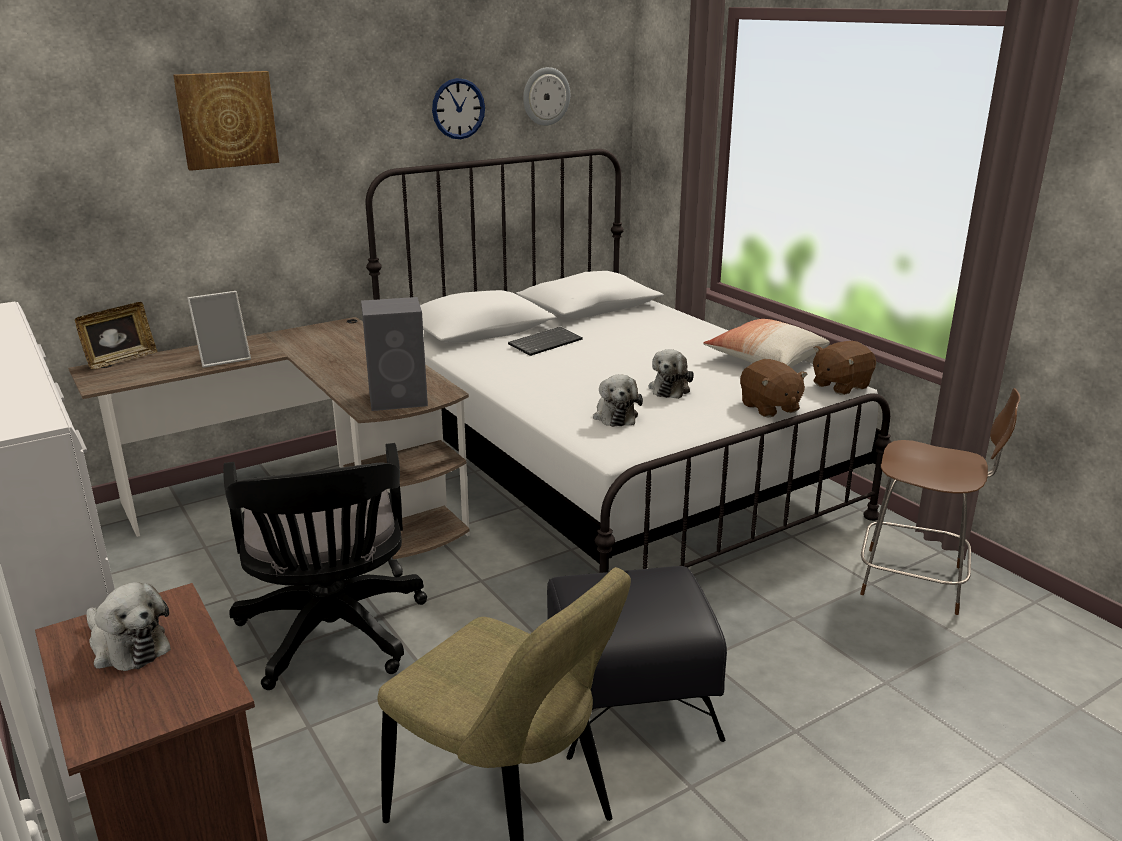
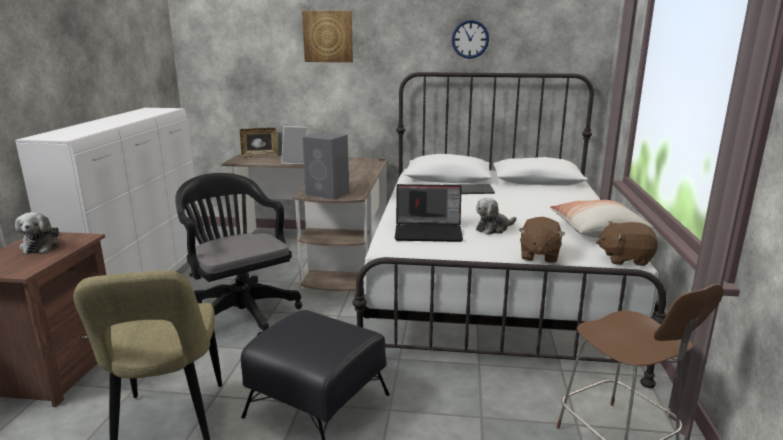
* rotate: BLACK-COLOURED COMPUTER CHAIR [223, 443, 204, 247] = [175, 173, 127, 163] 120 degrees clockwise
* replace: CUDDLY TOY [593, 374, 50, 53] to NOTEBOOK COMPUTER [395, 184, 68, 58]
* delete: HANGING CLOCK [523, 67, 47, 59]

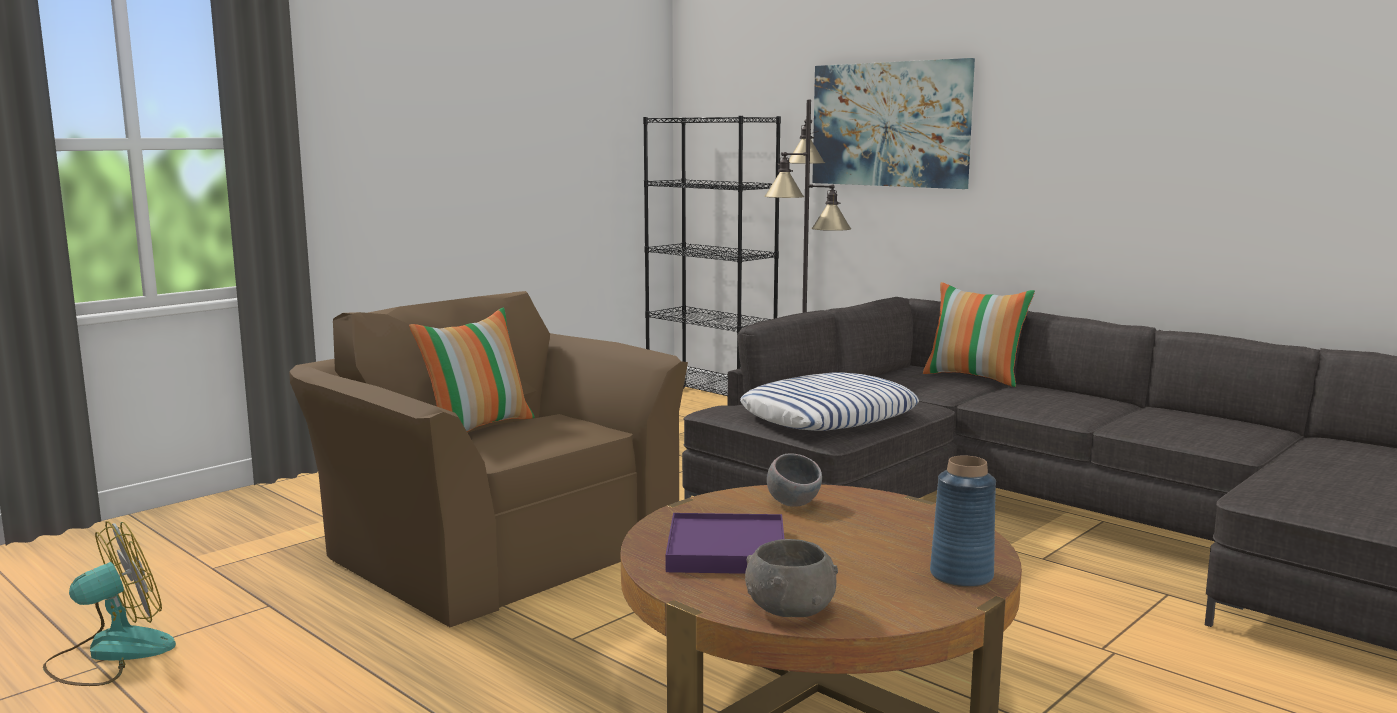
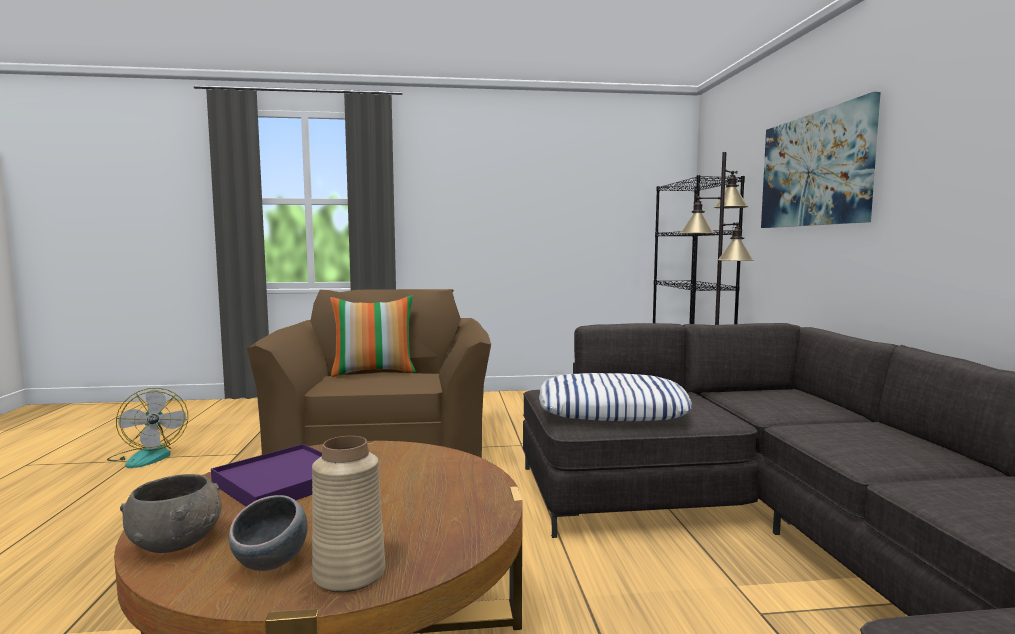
* rotate: FAN [43, 521, 133, 165] = [107, 388, 81, 80] 60 degrees clockwise
* move: GRAY SERVING BOWL [767, 453, 55, 54] to [229, 495, 79, 76]
* recolor: BLUE-COLOURED DECORATIVE VASE [930, 455, 66, 133] to BEIGE DECORATIVE VASE [312, 436, 73, 157]
* delete: PILLOW [923, 282, 112, 105]

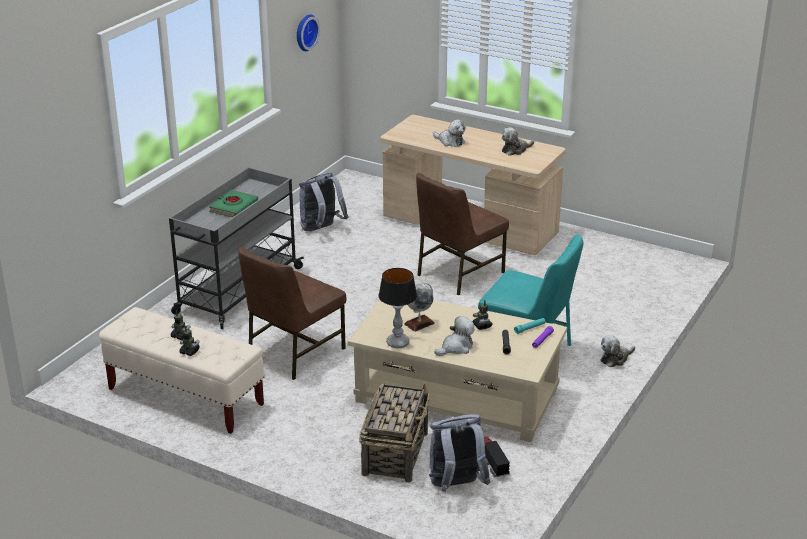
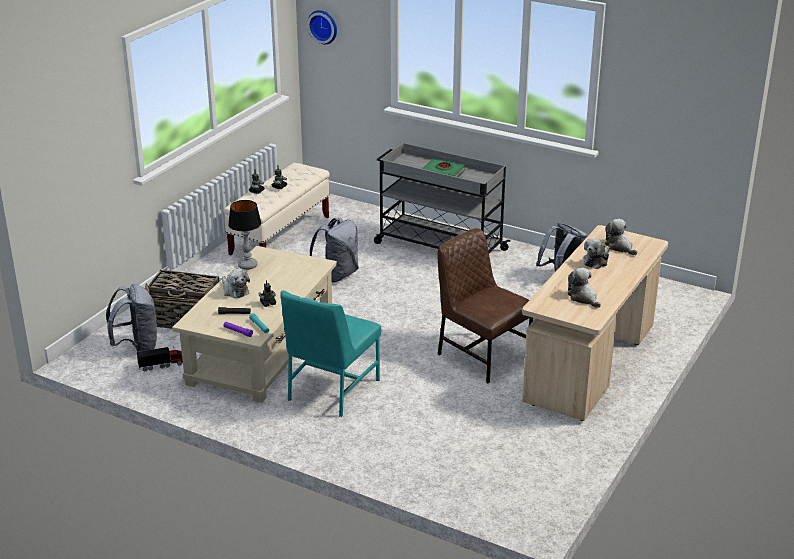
* move: HANGING CLOCK [297, 14, 23, 37] to [307, 10, 30, 34]
* replace: BROWN UPRIGHT CHAIR [238, 247, 108, 133] to GRAY RUCKSACK [310, 218, 49, 64]
* move: CUDDLY TOY [601, 336, 34, 31] to [605, 219, 32, 36]
* delete: WORLD GLOBE [404, 282, 31, 50]

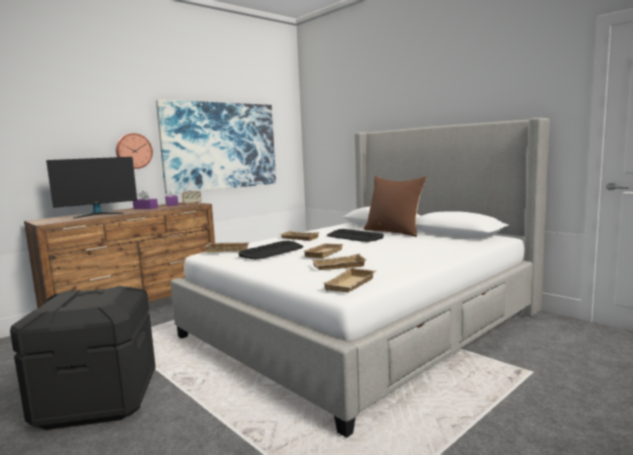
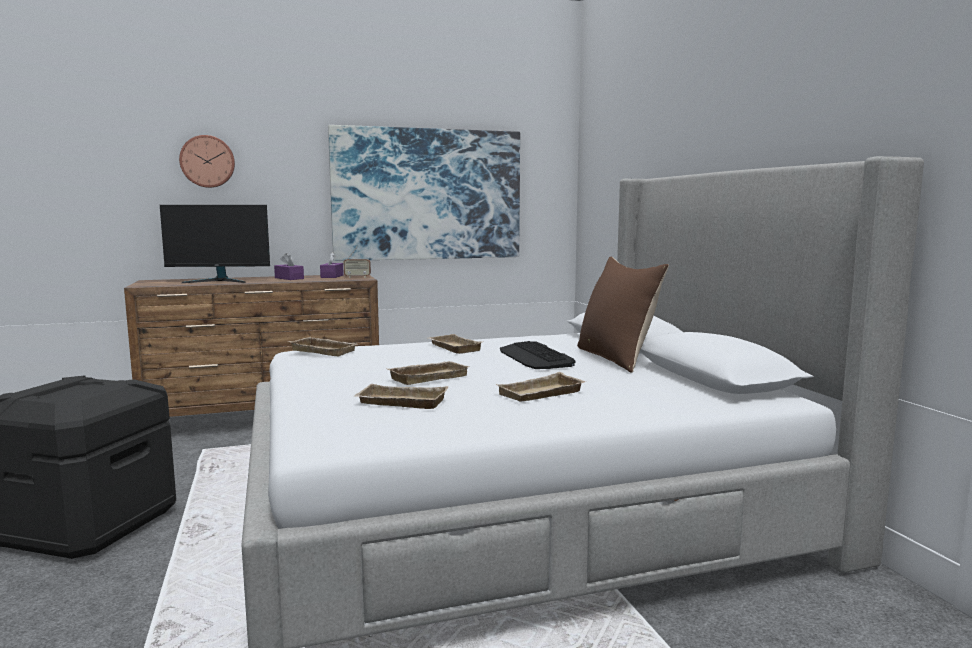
* move: HANGING CLOCK [116, 133, 37, 36] to [179, 135, 56, 53]
* move: BEIGE CARRYING TRAY [324, 267, 52, 25] to [497, 372, 89, 30]
* delete: KEYBOARD [238, 241, 66, 19]

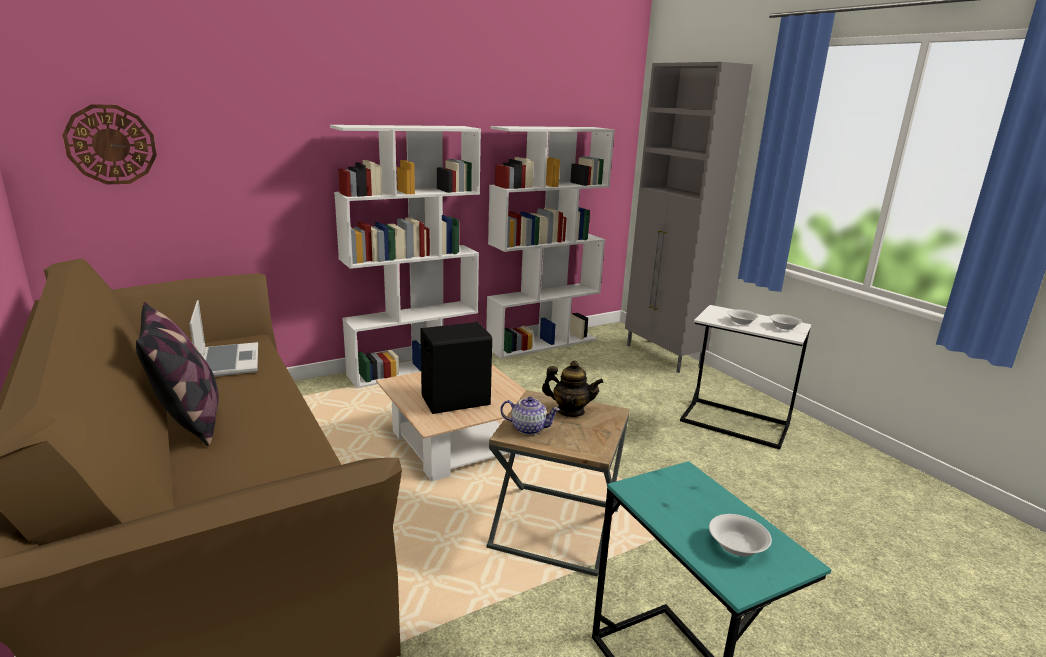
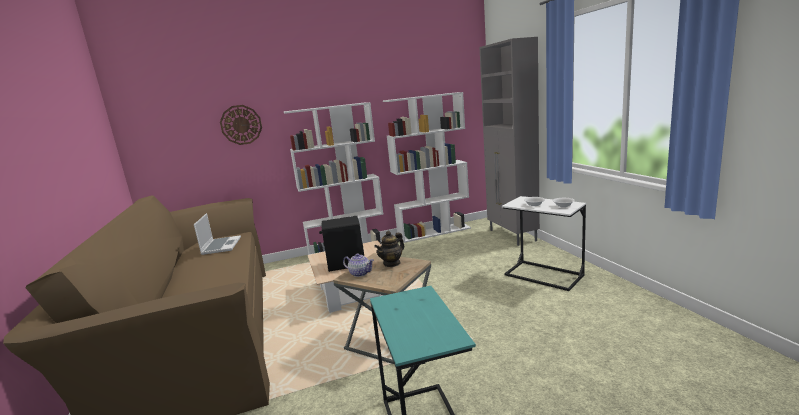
* move: HANGING CLOCK [62, 104, 95, 81] to [220, 105, 42, 40]
* rotate: POT FOR TEA [542, 360, 61, 57] = [374, 231, 30, 36] 105 degrees clockwise
* delete: PILLOW [136, 302, 83, 144]
* delete: WHITE-COLOURED SERVING BOWL [709, 514, 63, 43]

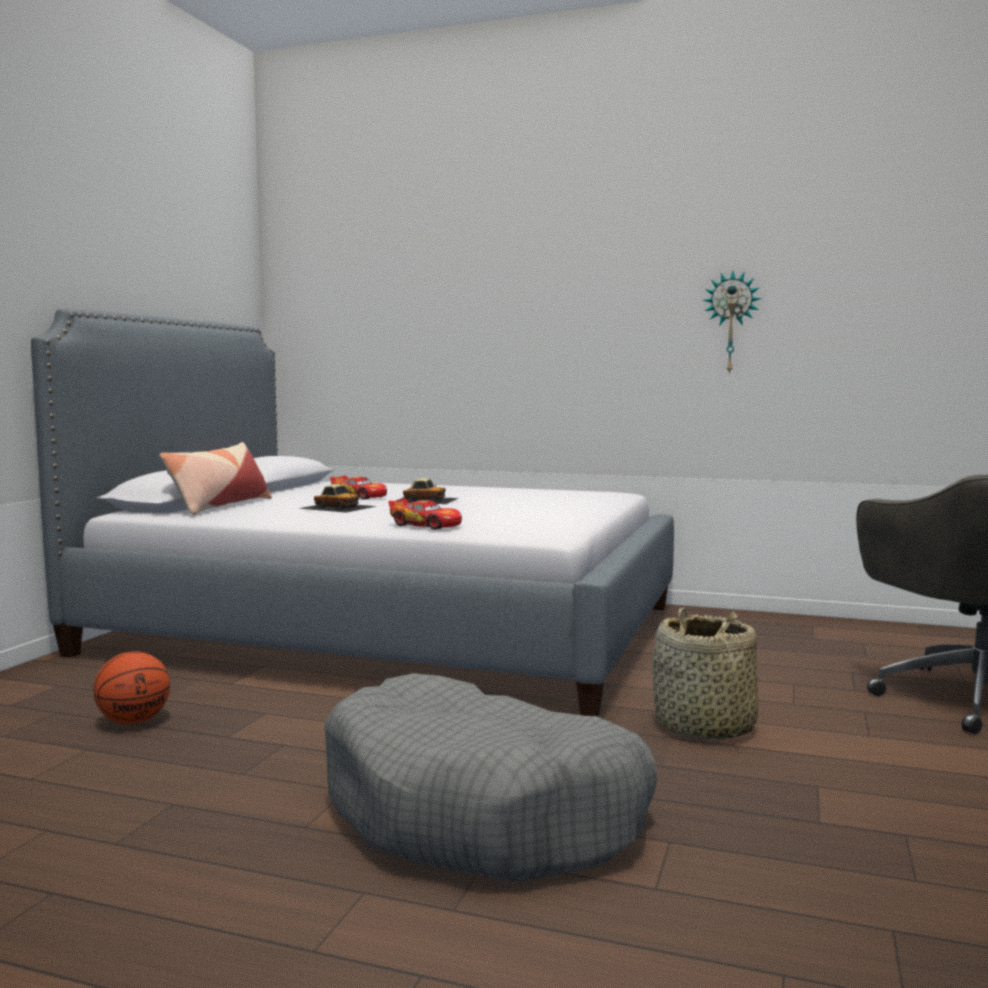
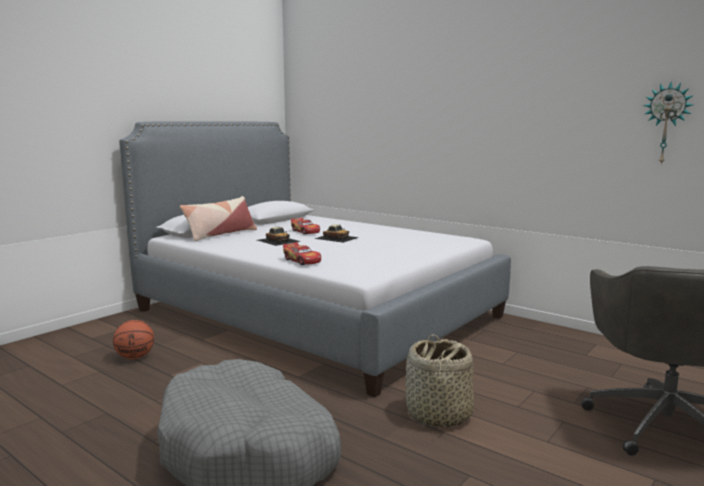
* move: HANGING CLOCK [703, 271, 59, 104] to [643, 82, 51, 83]

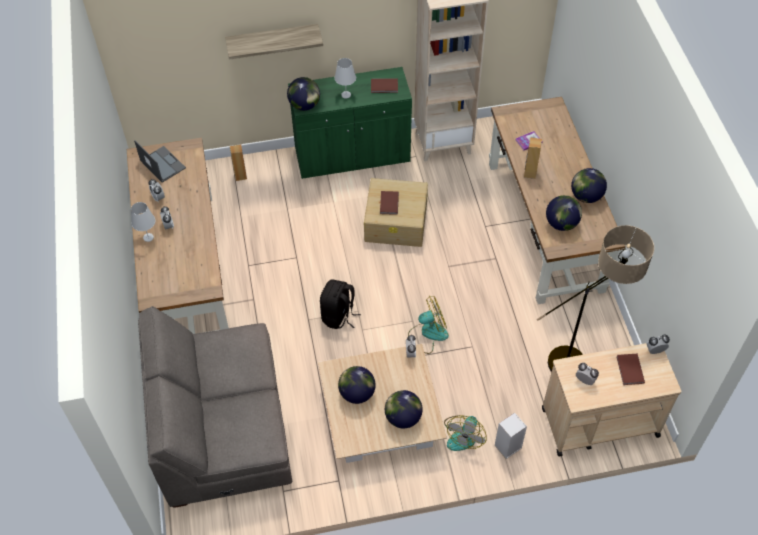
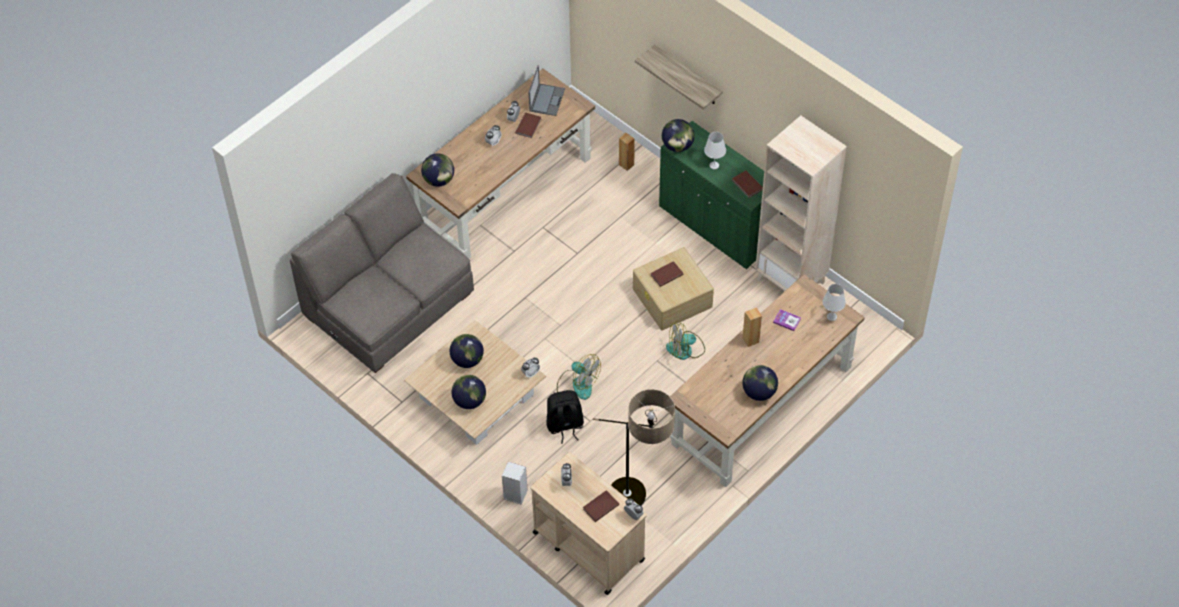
* move: WORLD GLOBE [546, 195, 36, 36] to [421, 154, 33, 33]
* insert: BROWN BOUND BOOK [515, 112, 26, 26]
* move: BLACK-COLOURED RUCKSACK [320, 279, 41, 50] to [546, 390, 38, 54]
* move: FAN [444, 415, 43, 36] to [666, 321, 39, 39]
* move: WHITE-COLOURED LAMP FOR A TABLE [131, 202, 24, 40] to [823, 284, 23, 37]

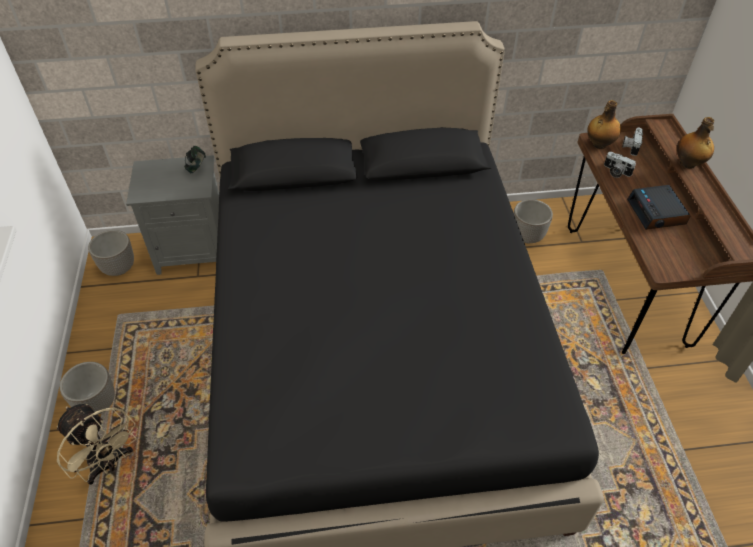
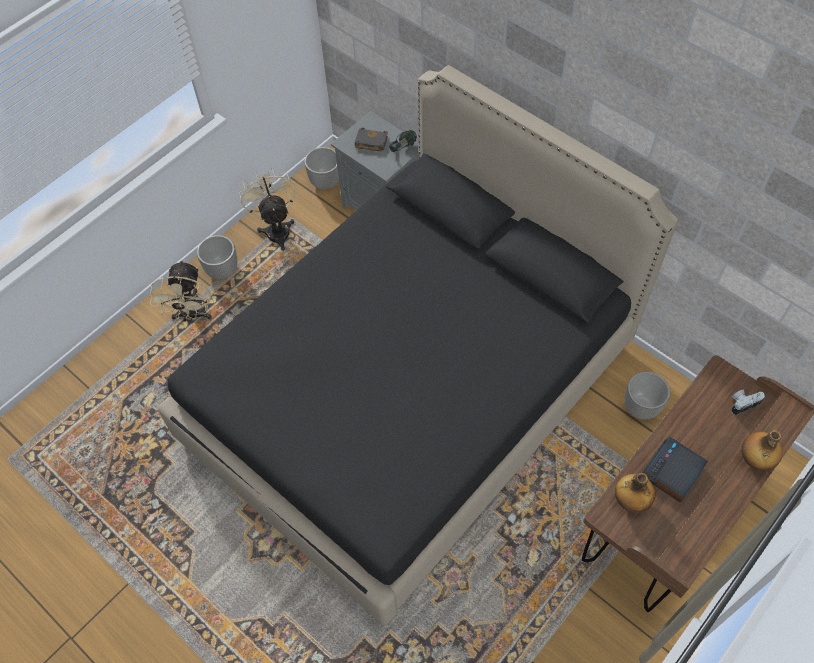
* insert: BEIGE FAN [239, 168, 57, 83]
* insert: BLACK-COLOURED BOUND BOOK [355, 128, 33, 24]
* move: DRINK BOTTLE [587, 100, 34, 49] to [615, 473, 41, 40]
* delete: PHOTO CAMERA [604, 152, 32, 26]

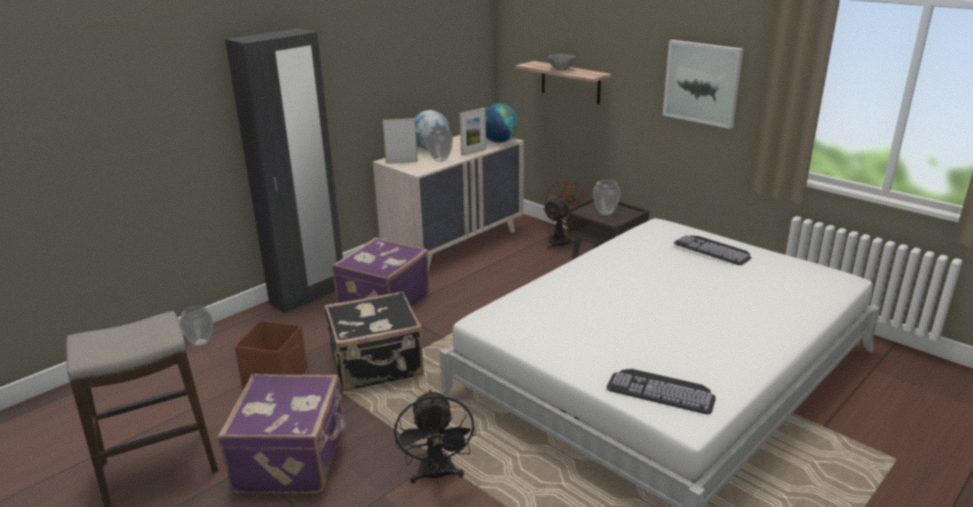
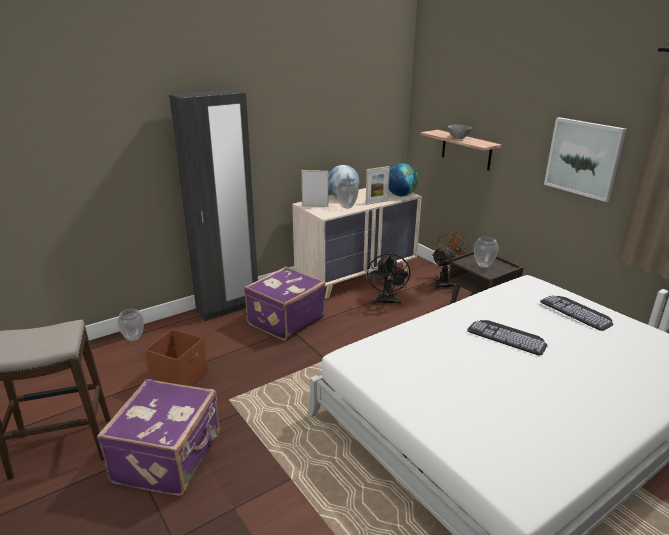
* move: BLACK-COLOURED FAN [394, 389, 82, 94] to [367, 253, 44, 53]
* move: KEYBOARD [606, 369, 110, 45] to [467, 320, 81, 35]
* delete: BLACK-COLOURED TRAVEL CASE [324, 290, 100, 101]

